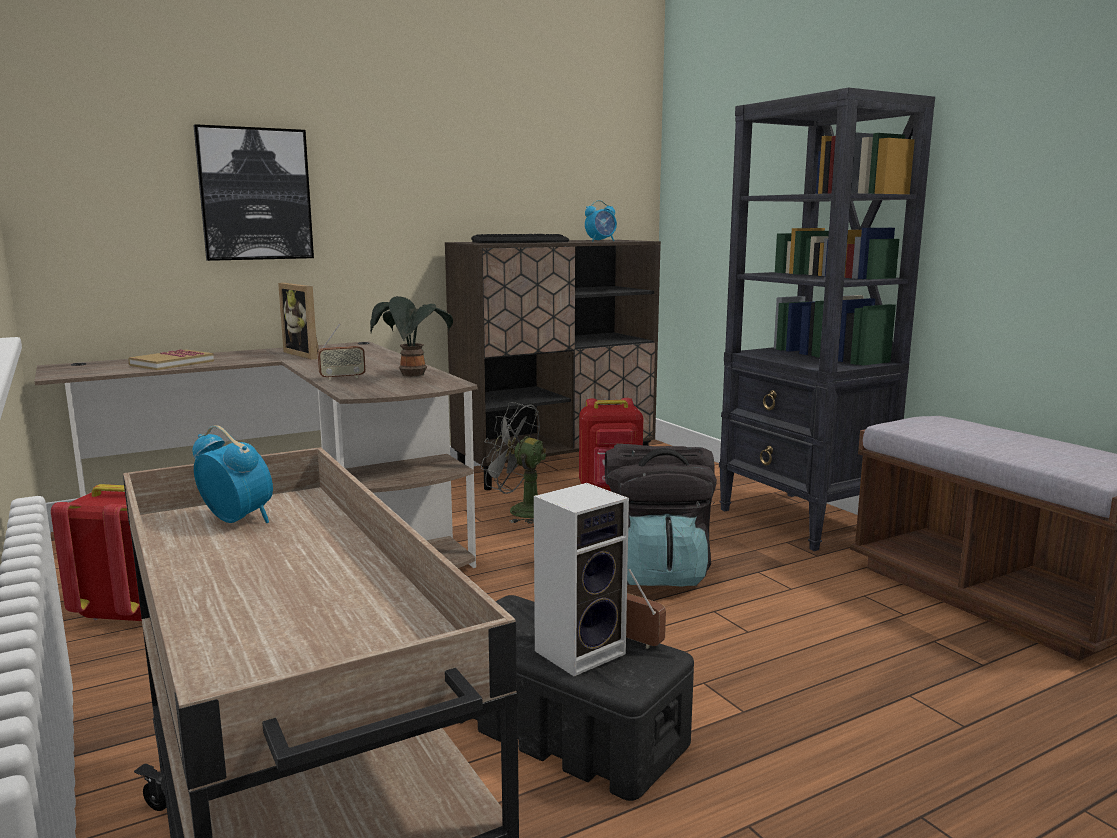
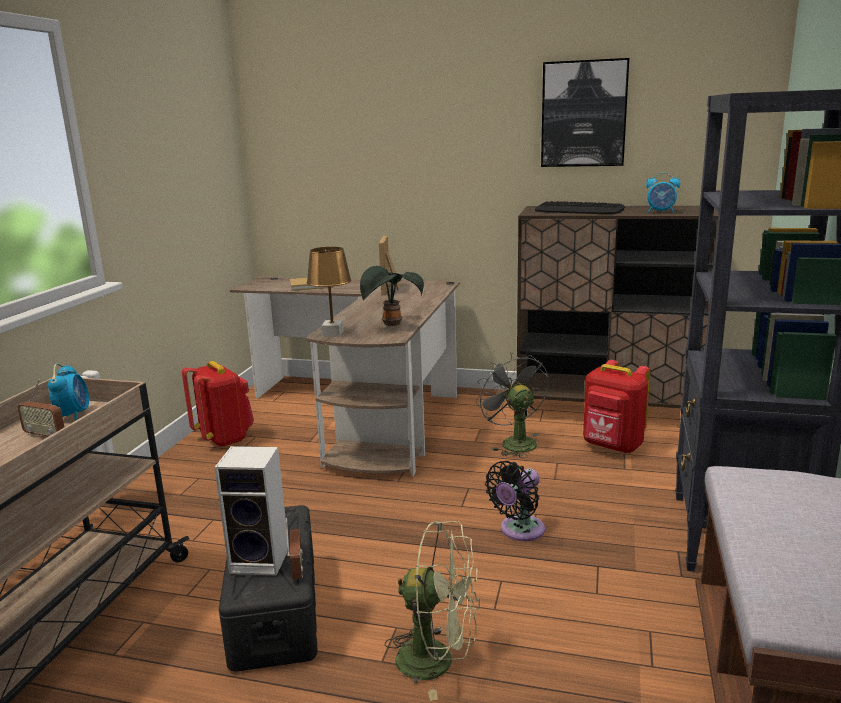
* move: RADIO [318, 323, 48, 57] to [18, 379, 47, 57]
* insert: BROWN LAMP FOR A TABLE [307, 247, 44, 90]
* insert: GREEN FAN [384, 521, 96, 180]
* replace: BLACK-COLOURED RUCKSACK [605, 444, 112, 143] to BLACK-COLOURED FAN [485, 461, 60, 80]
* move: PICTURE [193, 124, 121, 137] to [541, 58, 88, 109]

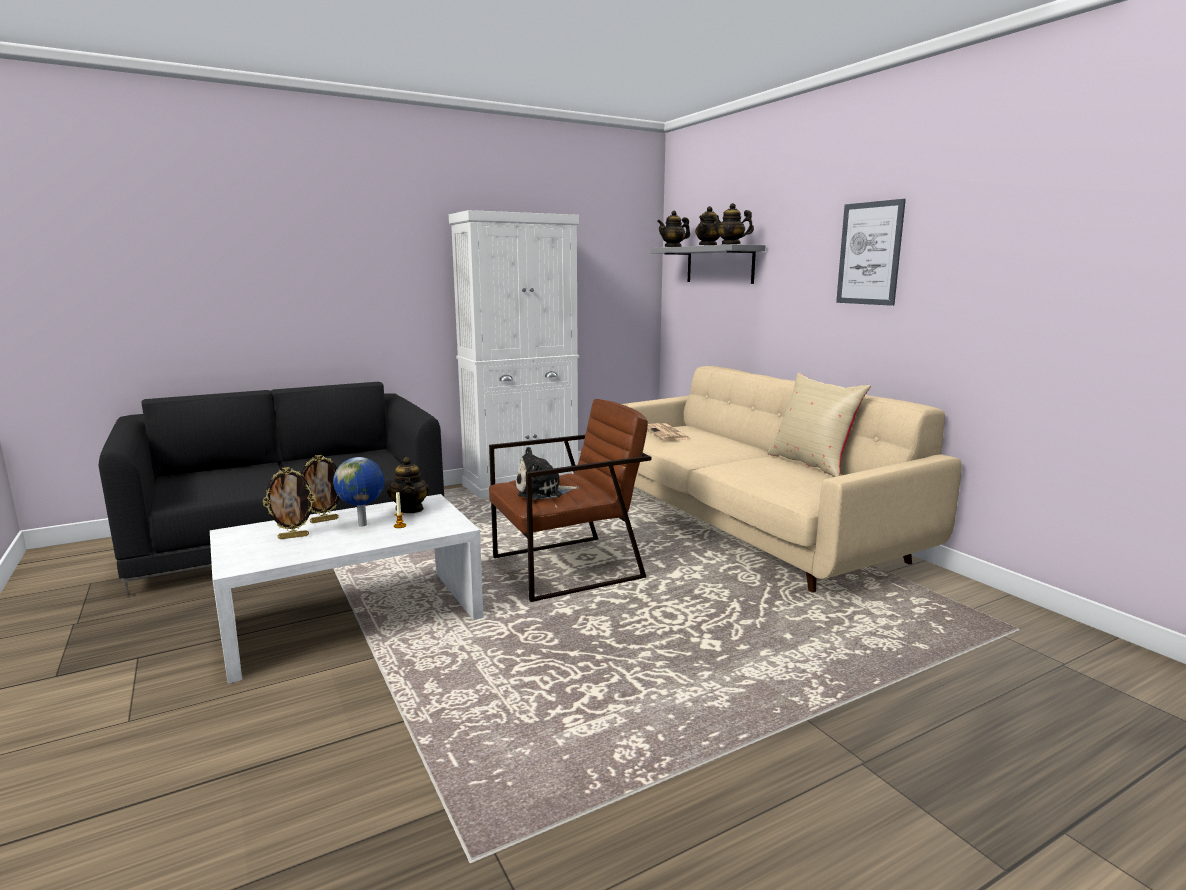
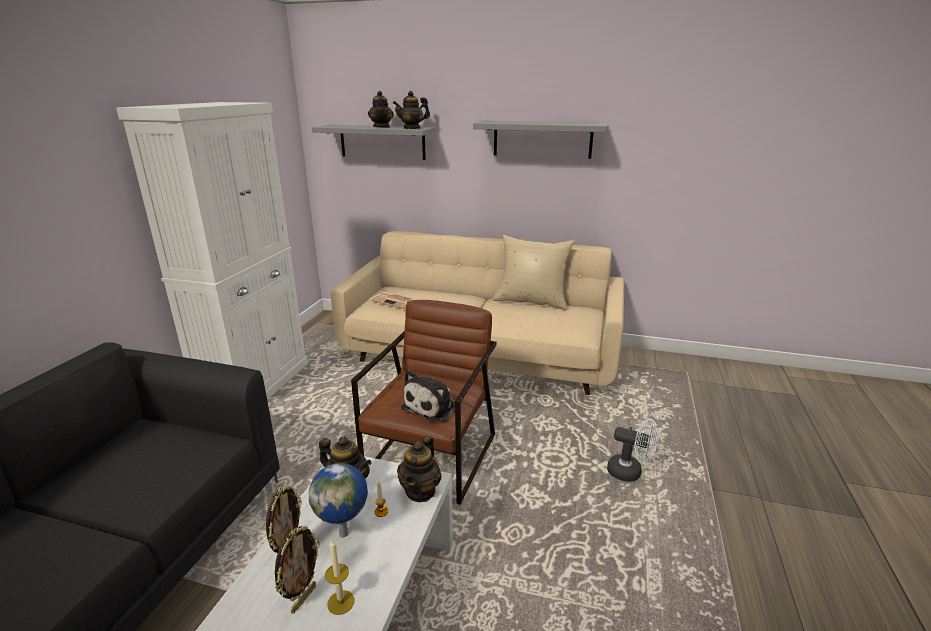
* insert: CANDLE [325, 539, 29, 76]
* move: POT FOR TEA [657, 211, 33, 36] to [397, 435, 45, 67]
* replace: PICTURE [836, 199, 70, 107] to GRAY BRACKET SHELF [473, 121, 135, 38]
* insert: WHITE-COLOURED FAN [607, 419, 52, 63]

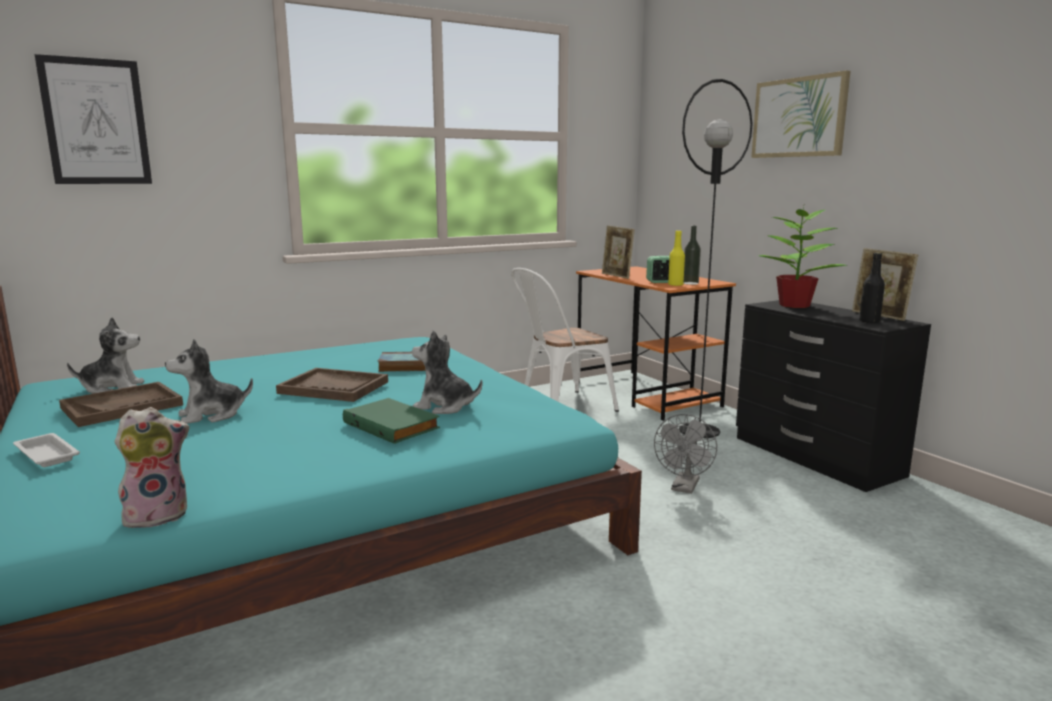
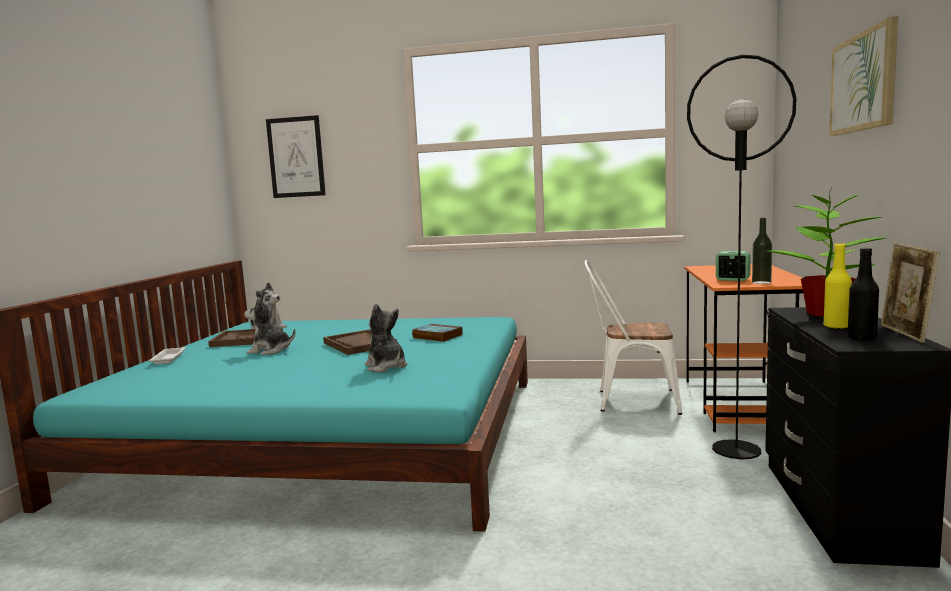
* move: YELLOW DRINK BOTTLE [668, 231, 17, 55] to [824, 243, 28, 86]
* delete: CUDDLY TOY [114, 407, 75, 121]
* delete: GREEN BOUND BOOK [343, 398, 97, 46]
* delete: PHOTO FRAME [602, 226, 33, 53]
* delete: GRAY FAN [654, 414, 63, 80]

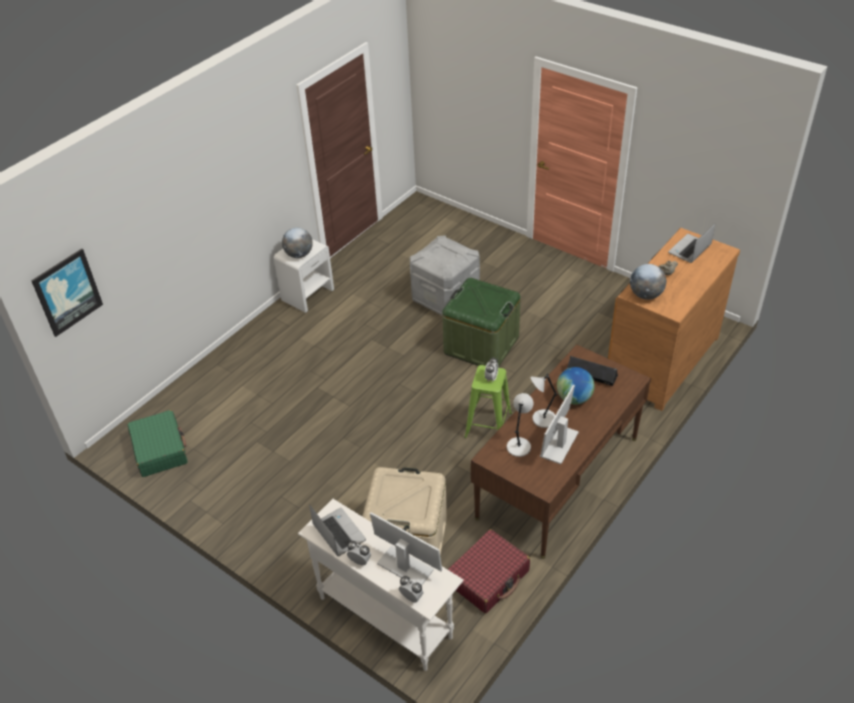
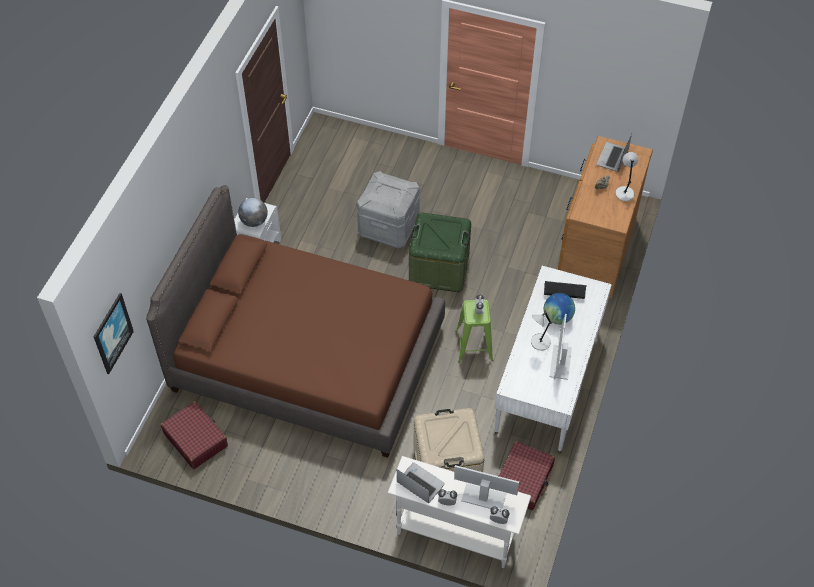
* insert: BROWN BEDROOM BED [146, 185, 299, 273]
* recolor: GREEN TRAVEL CASE [127, 410, 61, 67] to RED TRAVEL CASE [161, 401, 67, 68]
* recolor: BROWN DESK UNIT [471, 344, 180, 215] to WHITE-COLOURED DESK UNIT [494, 266, 118, 187]
* move: GRAY LAMP FOR A TABLE [507, 393, 26, 64] to [616, 152, 22, 49]
* delete: WORLD GLOBE [630, 264, 36, 36]

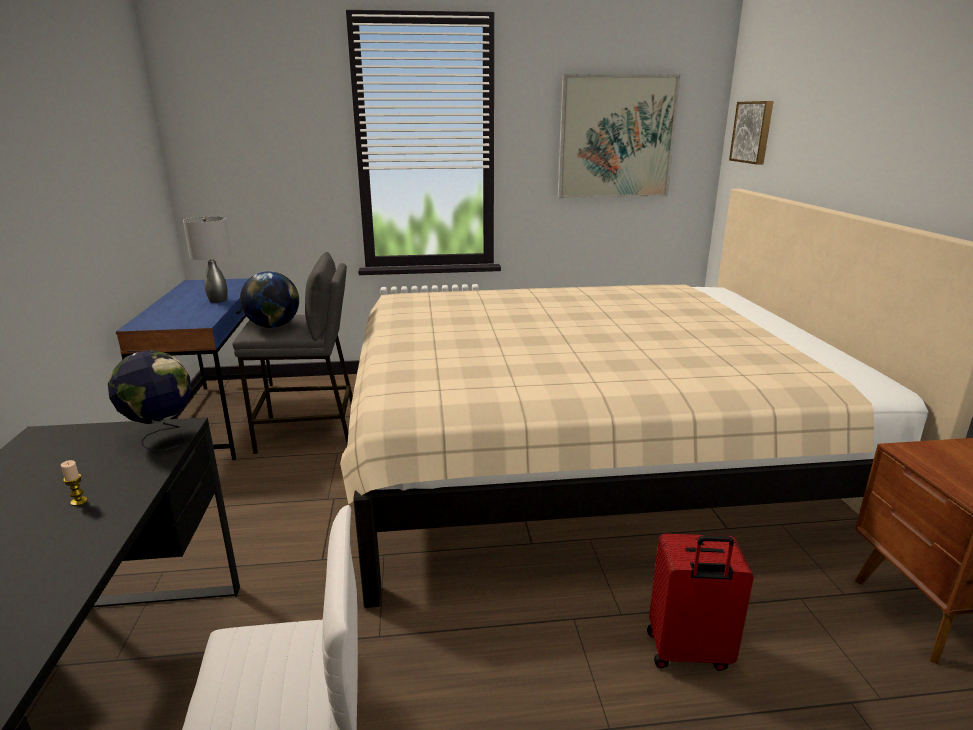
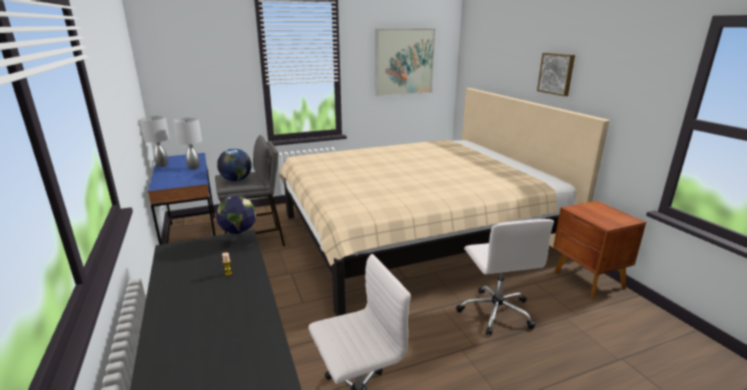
* insert: GRAY LAMP FOR A TABLE [140, 116, 30, 51]
* replace: RED TRAVEL CASE [647, 534, 107, 137] to WHITE-COLOURED COMPUTER CHAIR [456, 219, 98, 116]
* move: PICTURE [729, 101, 44, 64] to [537, 53, 38, 43]

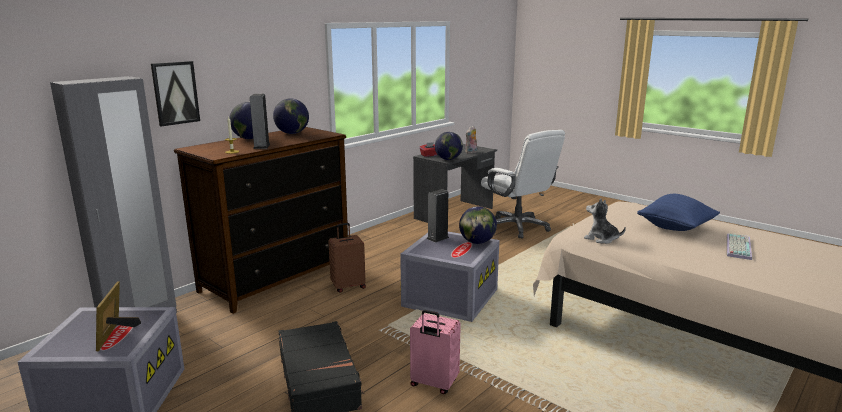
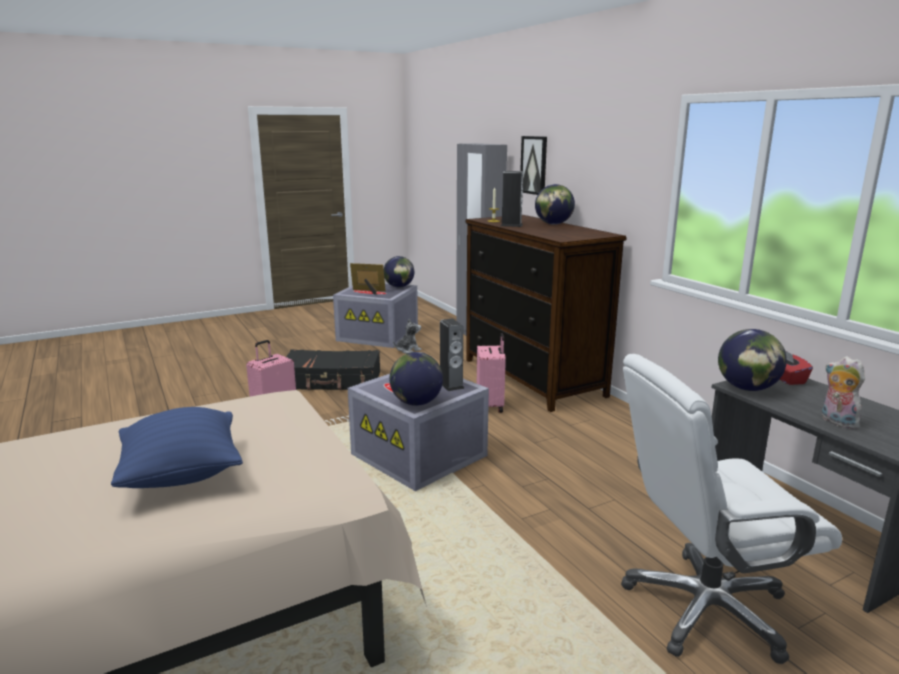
* move: WORLD GLOBE [273, 98, 36, 36] to [384, 256, 30, 32]
* move: CUDDLY TOY [584, 198, 42, 46] to [393, 318, 29, 36]
* recolor: BROWN TRAVEL CASE [328, 223, 38, 70] to PINK-COLOURED TRAVEL CASE [477, 333, 29, 80]
* delete: KEYBOARD [727, 233, 25, 27]

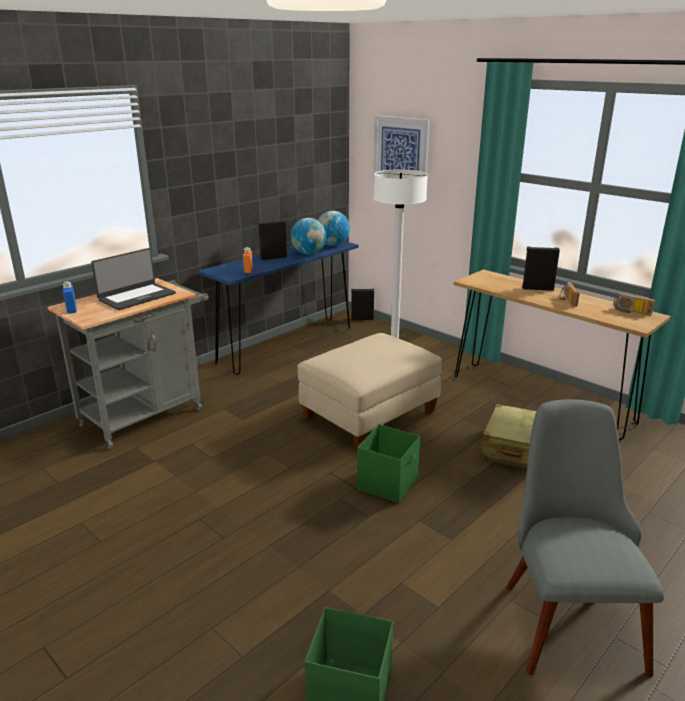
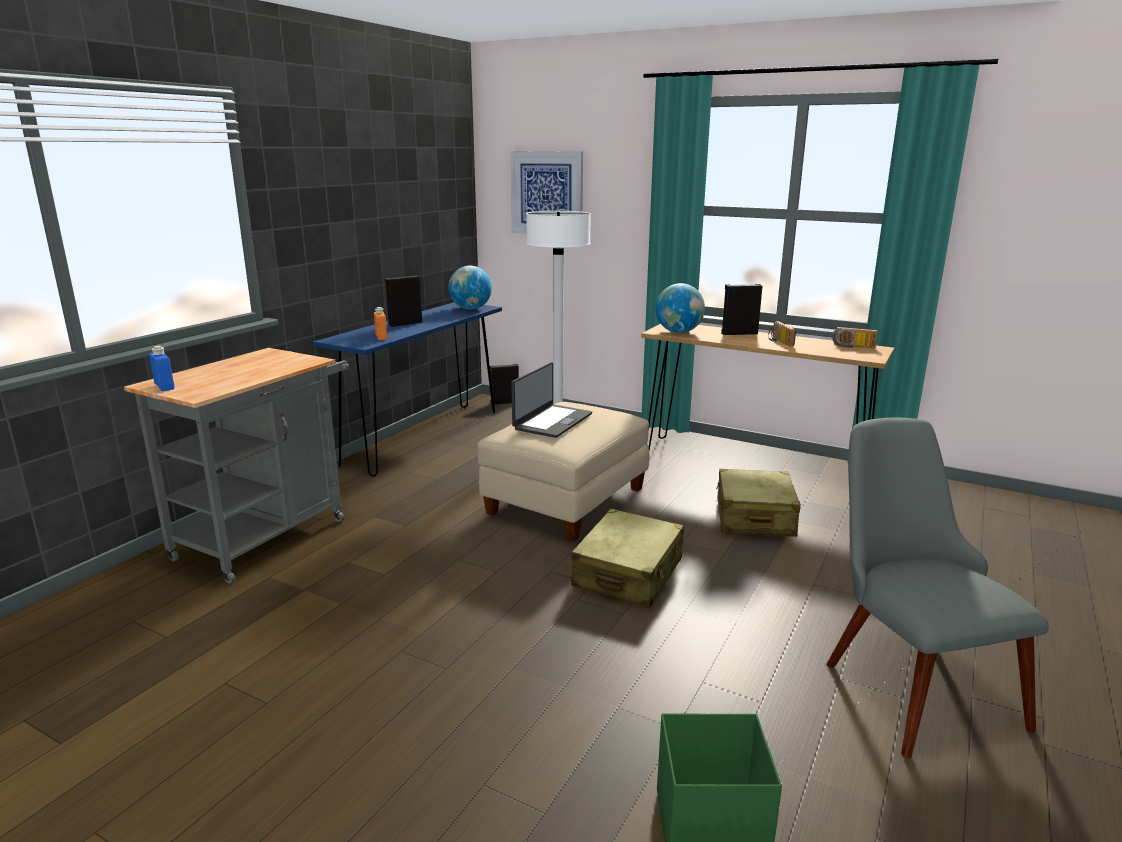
* move: NOTEBOOK COMPUTER [91, 248, 85, 62] to [511, 362, 81, 76]
* replace: GREEN STORAGE CONTAINER [357, 424, 63, 79] to BEIGE TRAVEL CASE [571, 509, 113, 99]
* move: WORLD GLOBE [290, 218, 36, 37] to [655, 283, 50, 50]

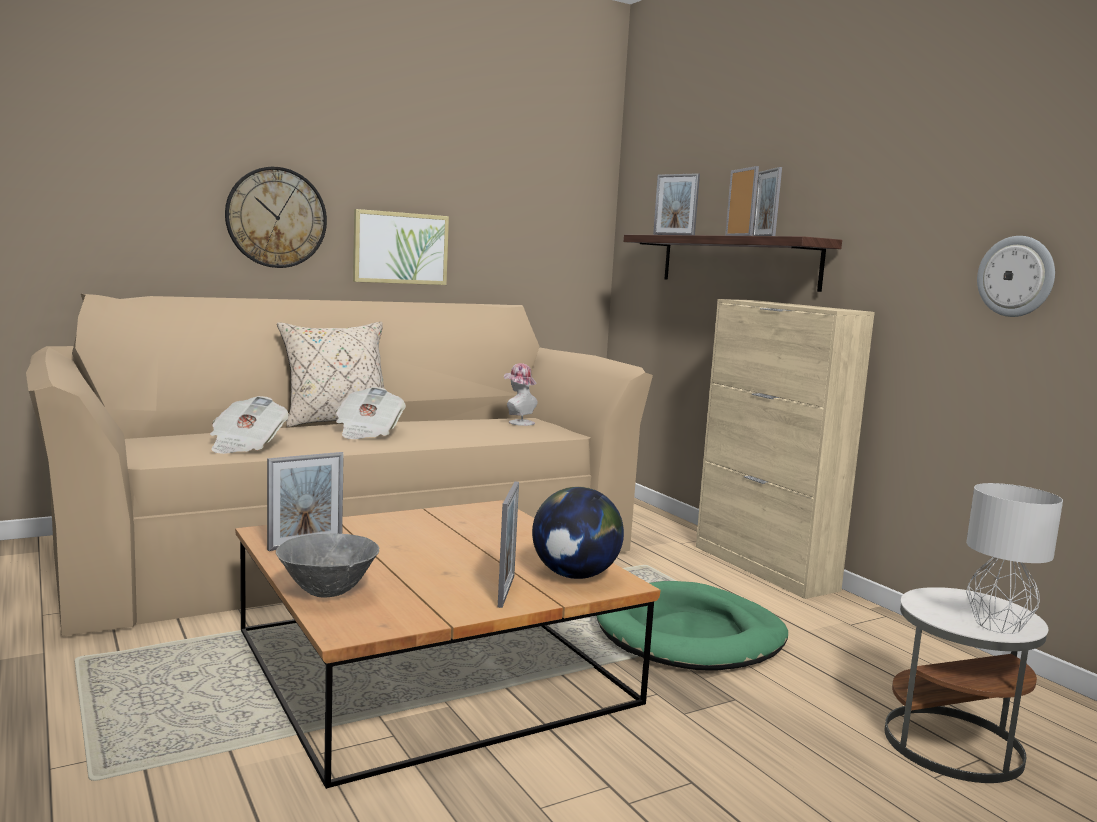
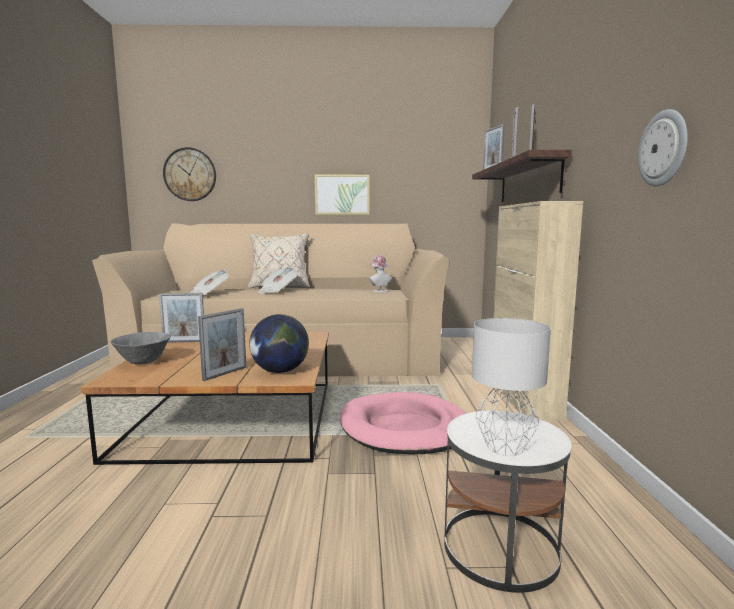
* move: HANGING CLOCK [225, 167, 102, 101] to [163, 147, 53, 54]
* recolor: GREEN PET BED [597, 581, 191, 90] to PINK-COLOURED PET BED [340, 392, 126, 62]

